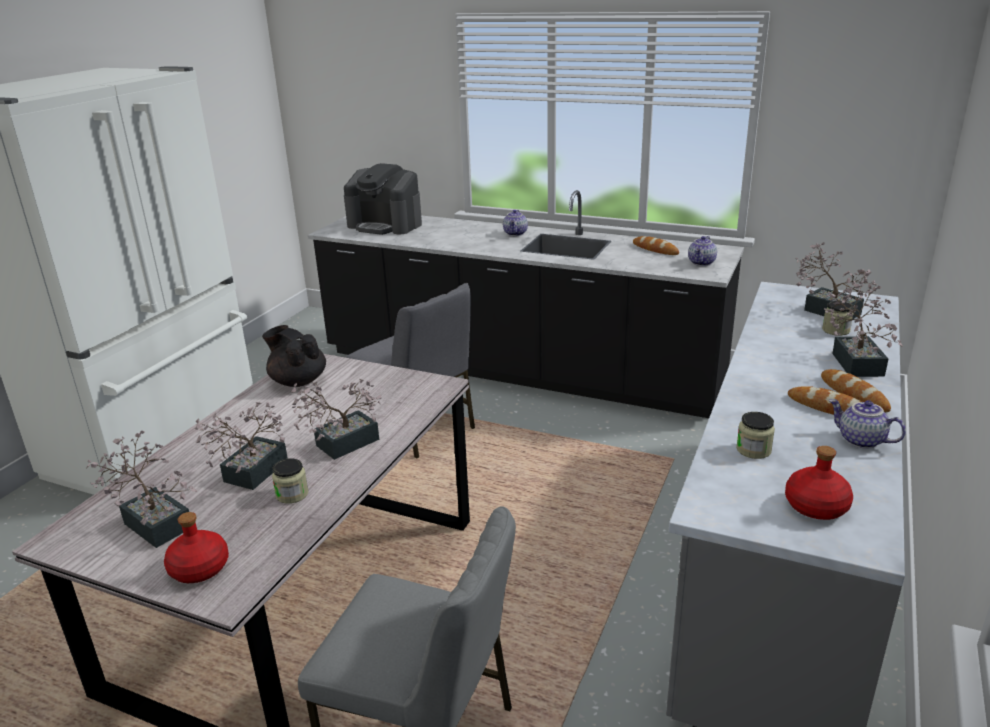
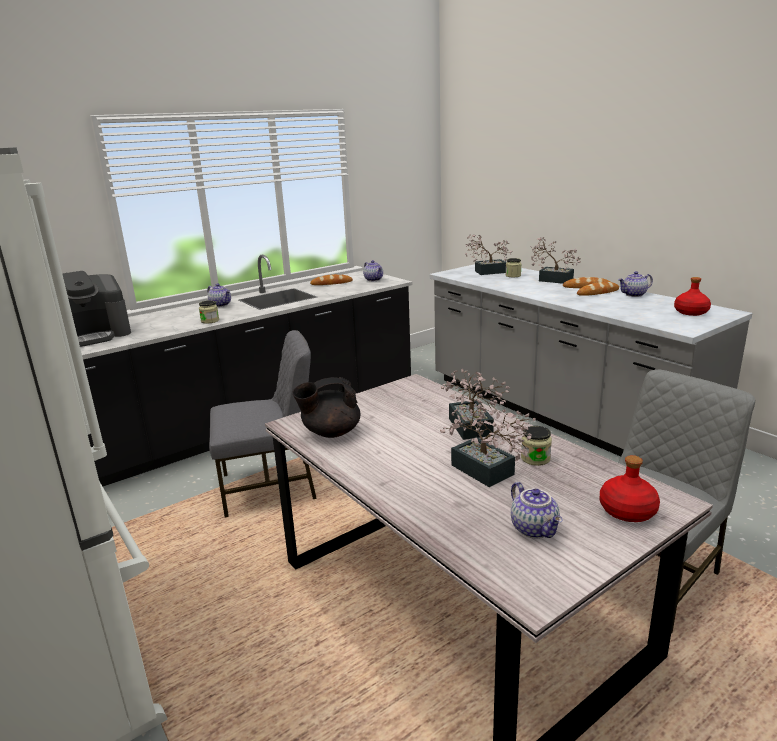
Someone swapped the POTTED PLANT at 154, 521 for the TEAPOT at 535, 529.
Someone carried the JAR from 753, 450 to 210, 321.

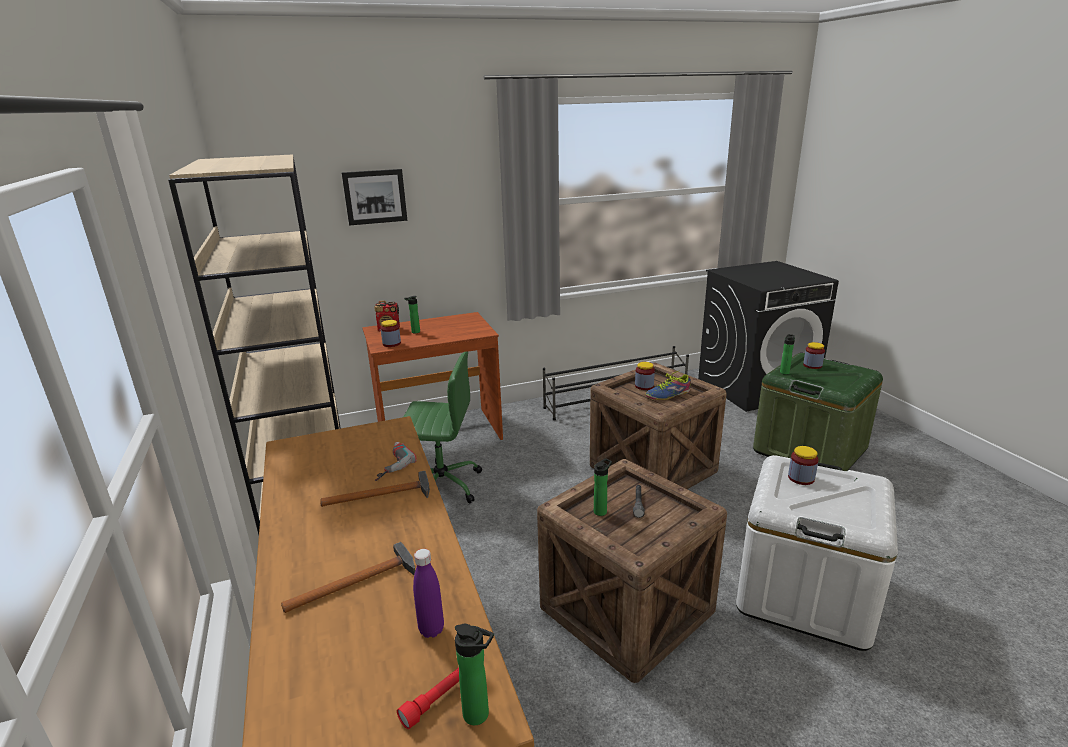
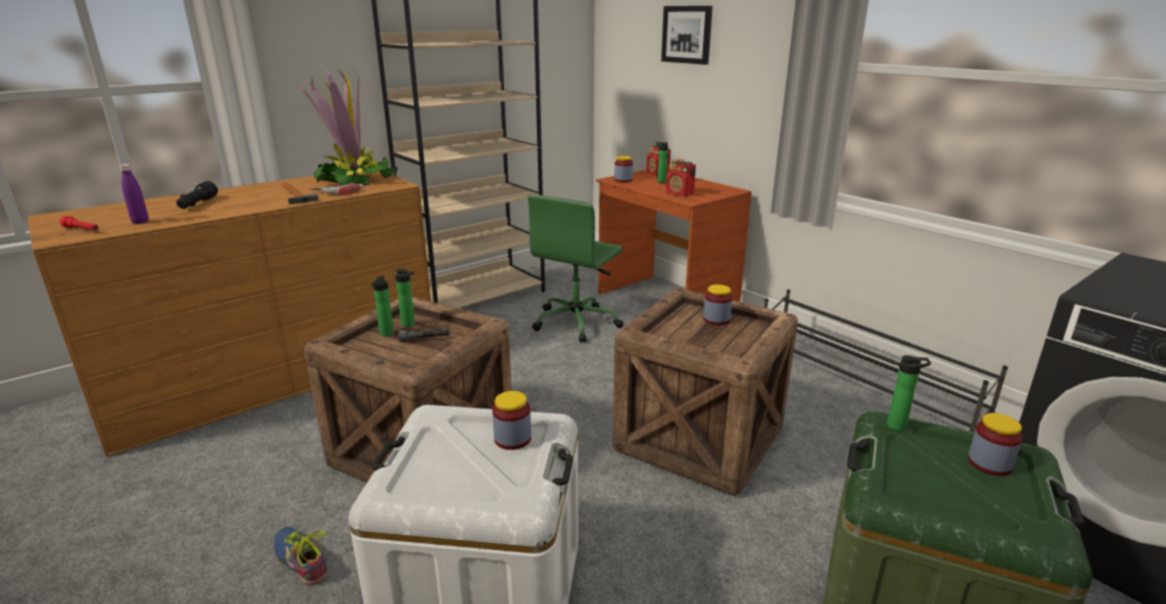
Someone swapped the HAMMER at 358, 582 for the BLACK FLASHLIGHT at 197, 204.
Someone rotated the GREEN OFFICE CHAIR at 440, 485 by 45 degrees clockwise.
Someone carried the BOTTLE from 479, 715 to 386, 334.
Someone carried the SHOE from 668, 394 to 300, 560.
Someone put down the POTTED PLANT at 354, 179.
Someone put down the RADIO at 680, 193.

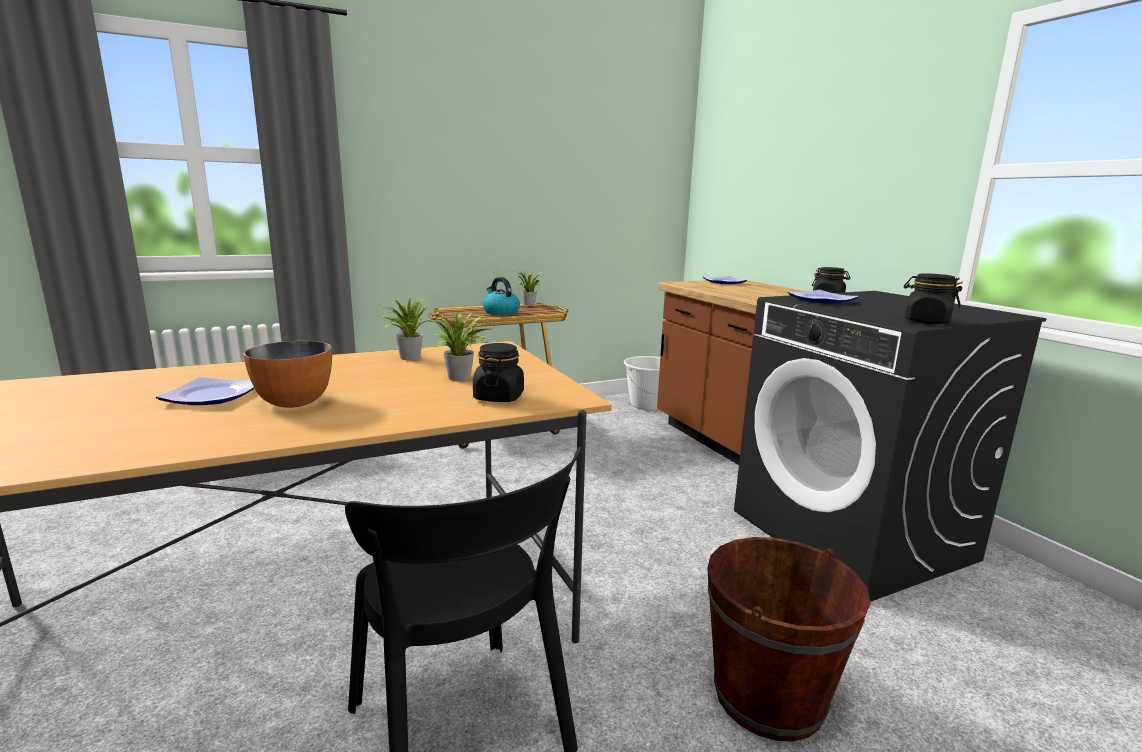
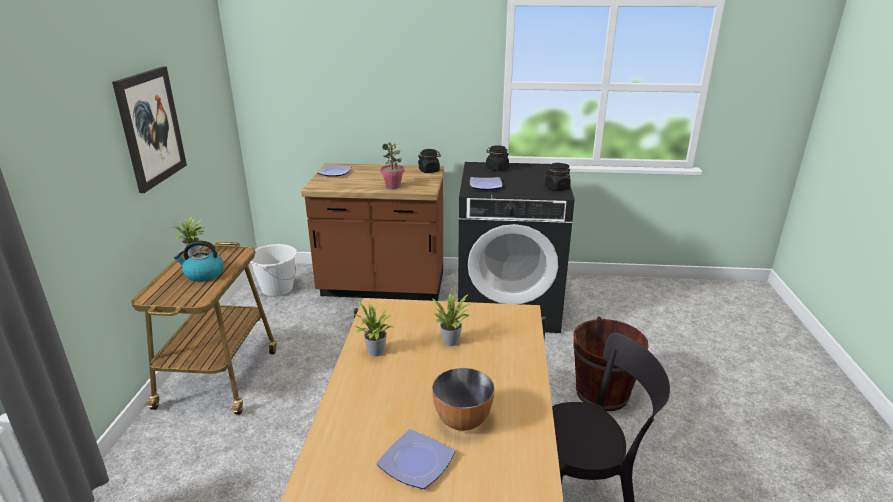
Someone carried the BLACK JAR from 499, 397 to 497, 168.
Someone put up the PICTURE at 151, 128.
Someone put down the POTTED PLANT at 393, 186.

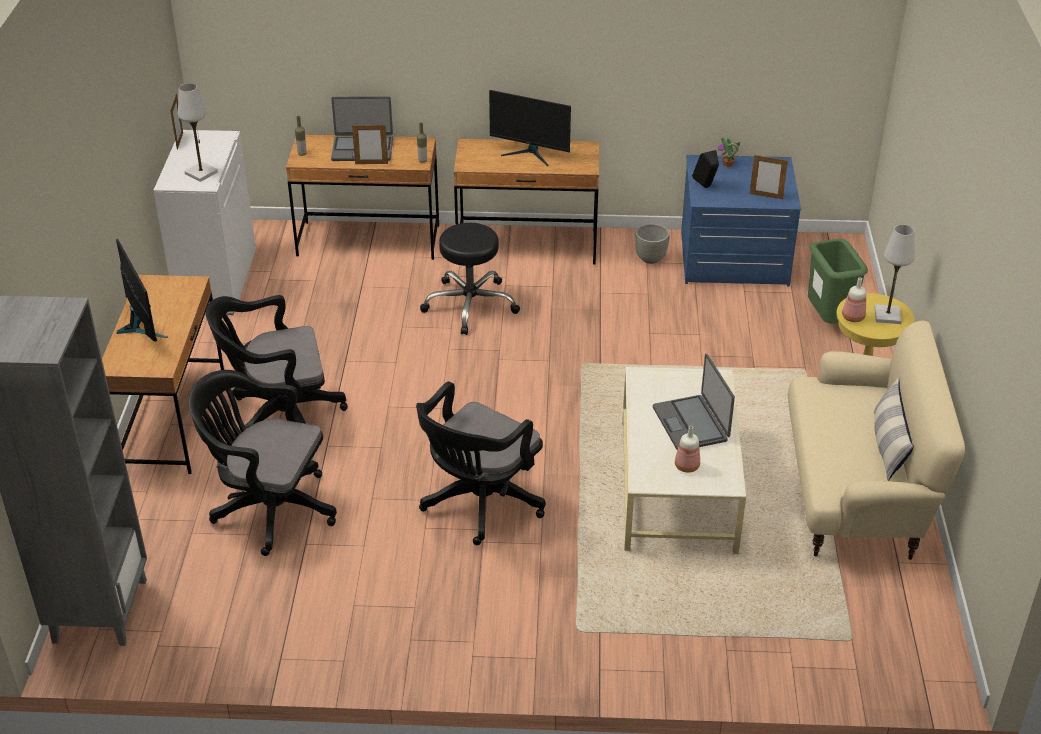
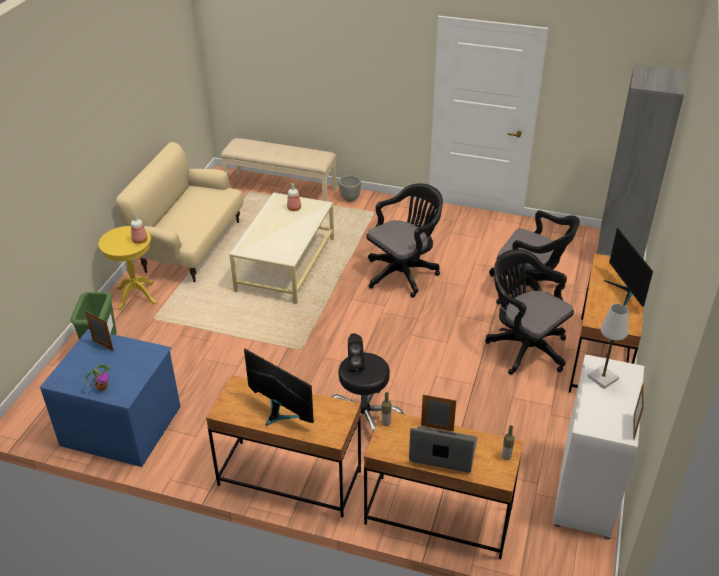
Someone rotated the BLACK OFFICE CHAIR at 280, 417 by 135 degrees counterclockwise.
Someone carried the GREY PLANTER from 651, 259 to 349, 198.
Someone took away the LAPTOP at 691, 424.
Someone carried the BLACK SPEAKER from 706, 187 to 355, 365.
Someone took away the PILLOW at 888, 446.
Someone took away the WHITE TABLE LAMP at 887, 316.
Someone put down the BEIGE BENCH at 281, 188.

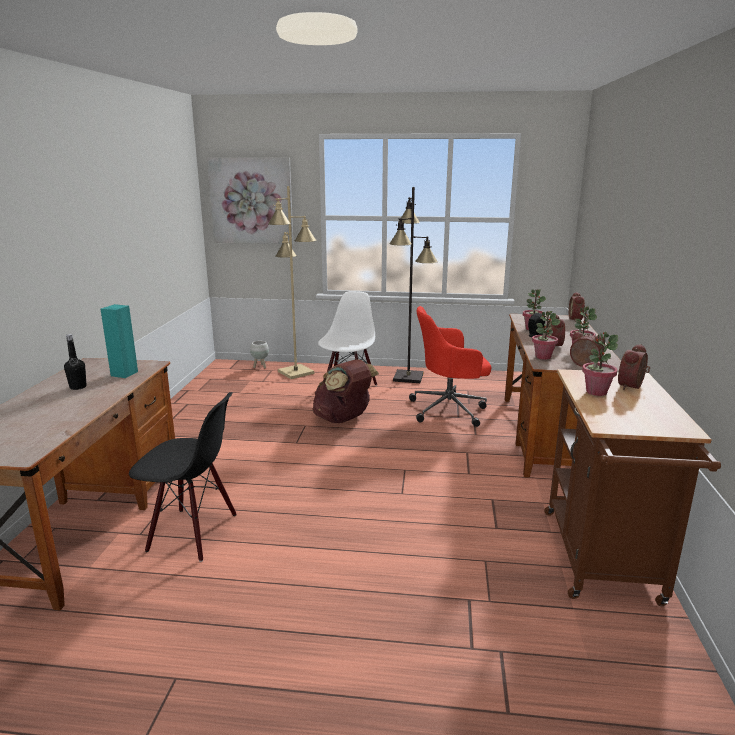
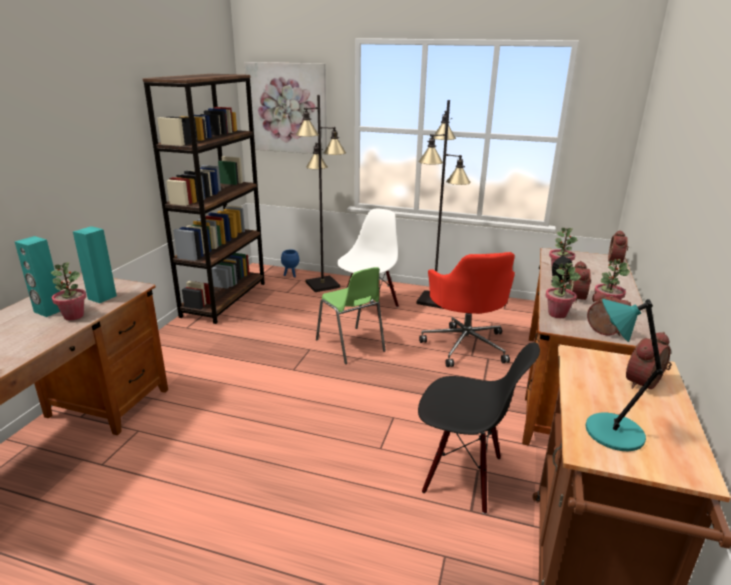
Someone swapped the BLACK BOTTLE at 78, 387 for the TURQUOISE SPEAKER at 48, 311.
Someone carried the BLACK CHAIR from 192, 533 to 462, 475.
Someone repainted the WHITE PLANTER at 260, 367, which became the BLUE PLANTER at 290, 275.
Someone repainted the BEIGE FLOOR LAMP at 295, 372, which became the BLACK FLOOR LAMP at 322, 285.
Someone swapped the BROWN BACKPACK at 343, 419 for the GREEN CHAIR at 350, 345.
Someone rotated the RED OFFICE CHAIR at 449, 409 by 105 degrees counterclockwise.
Someone carried the POTTED PLANT from 596, 392 to 74, 316.
Someone put down the BROWN BOOKCASE at 224, 299.
Someone put down the TURQUOISE TABLE LAMP at 610, 432.

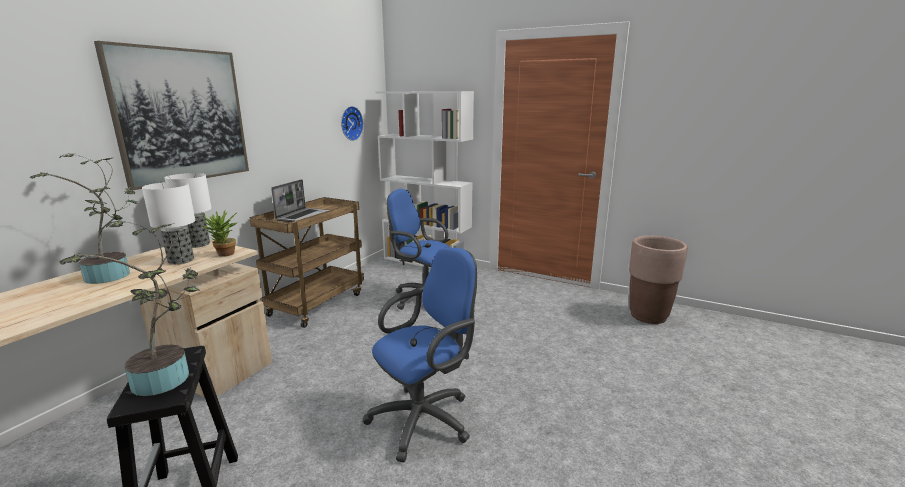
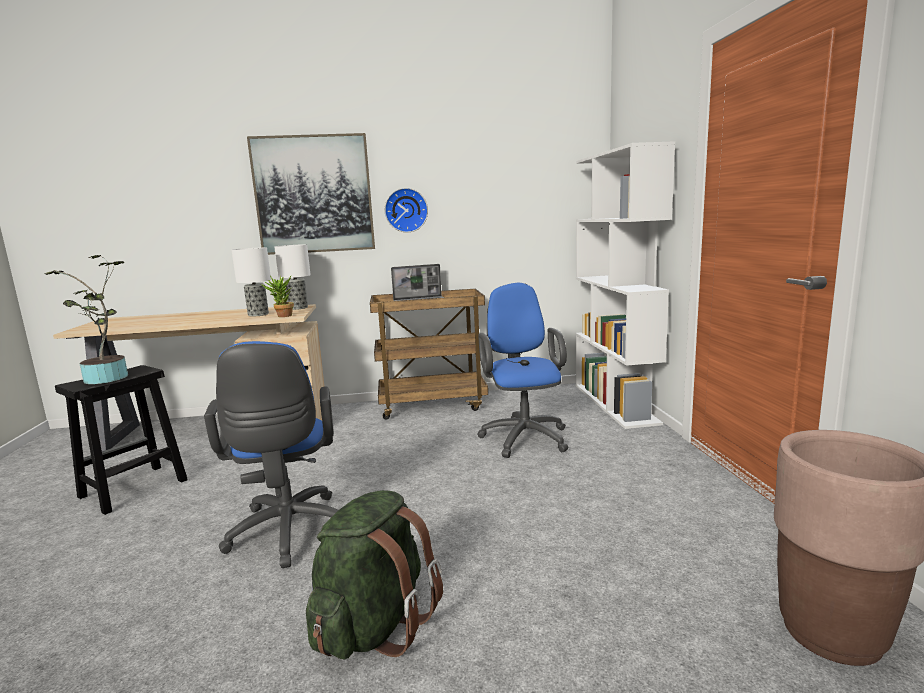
Someone took away the POTTED PLANT at 113, 275.
Someone carried the WALL CLOCK from 350, 123 to 406, 210.
Someone rotated the BLUE OFFICE CHAIR at 426, 418 by 60 degrees clockwise.
Someone put down the GREEN BACKPACK at 375, 625.

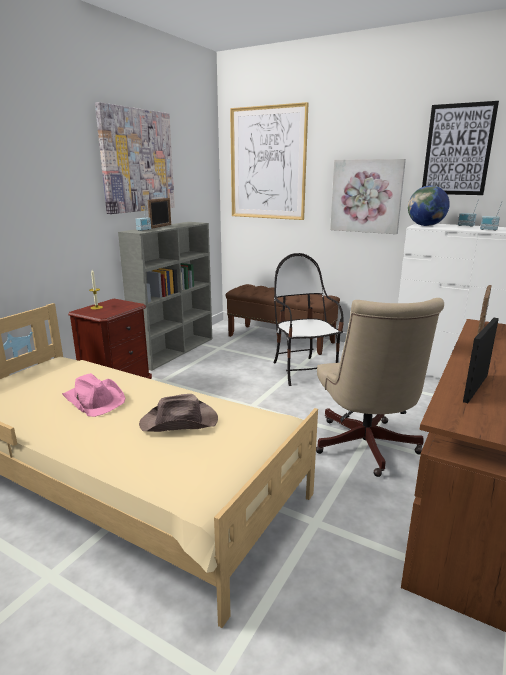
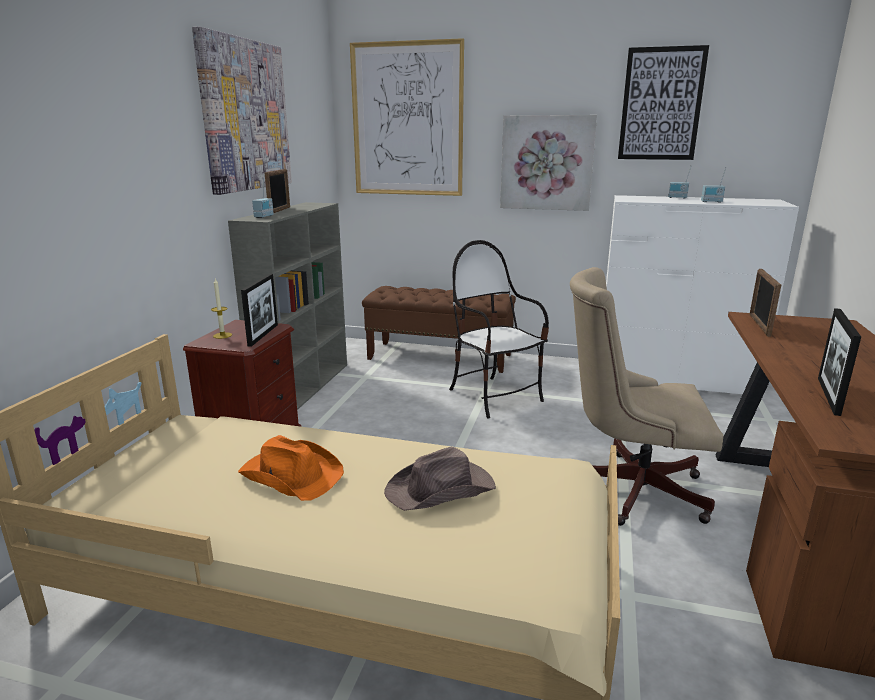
Someone repainted the PINK HAT at 94, 400, which became the ORANGE HAT at 291, 474.
Someone rotated the BEIGE OFFICE CHAIR at 365, 449 by 120 degrees clockwise.
Someone took away the GLOBE at 425, 225.
Someone put down the PICTURE FRAME at 263, 335.

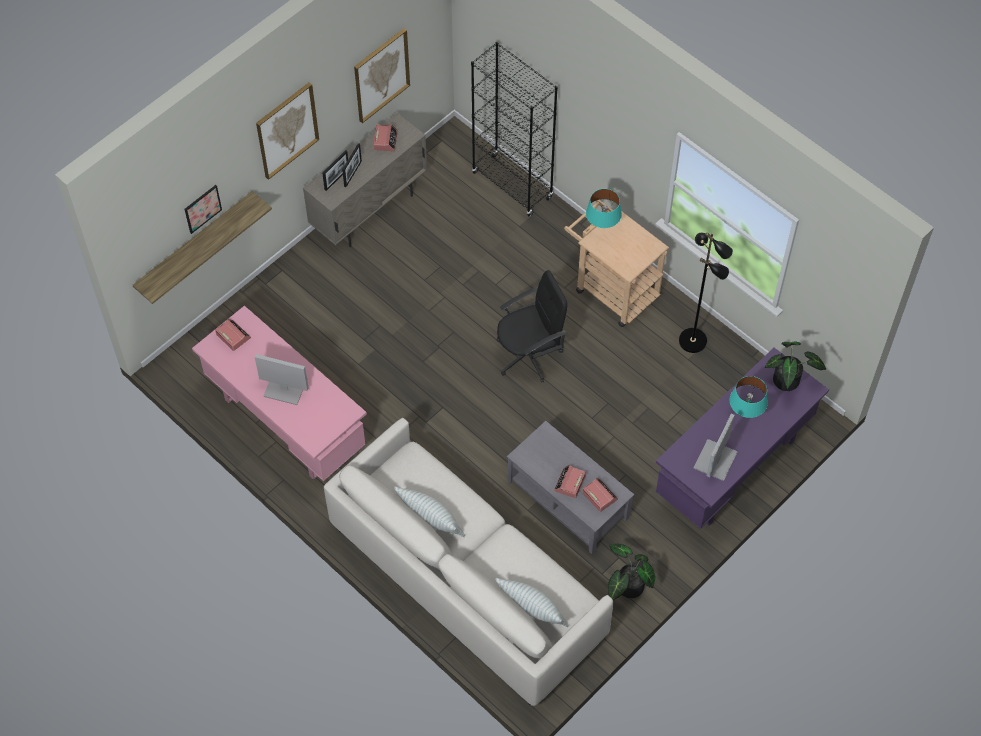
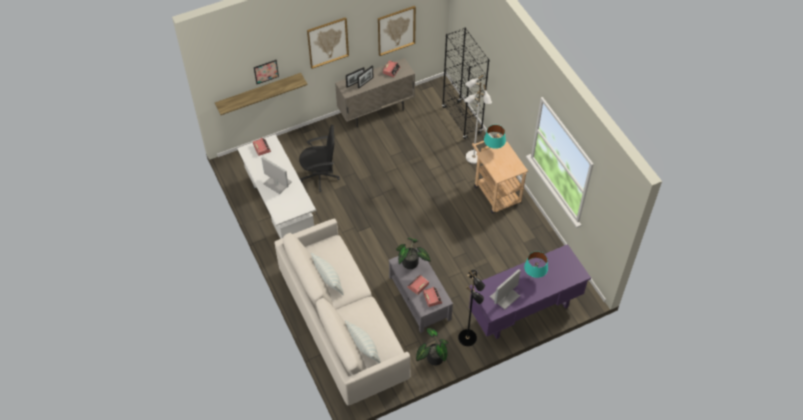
Someone repainted the PINK DESK at 285, 424, which became the WHITE DESK at 280, 209.
Someone carried the BLACK OFFICE CHAIR from 529, 354 to 320, 176.
Someone carried the BLACK FLOOR LAMP from 693, 340 to 468, 338.
Someone carried the POTTED PLANT from 789, 382 to 411, 264.
Someone put down the WHITE FLOOR LAMP at 473, 157.

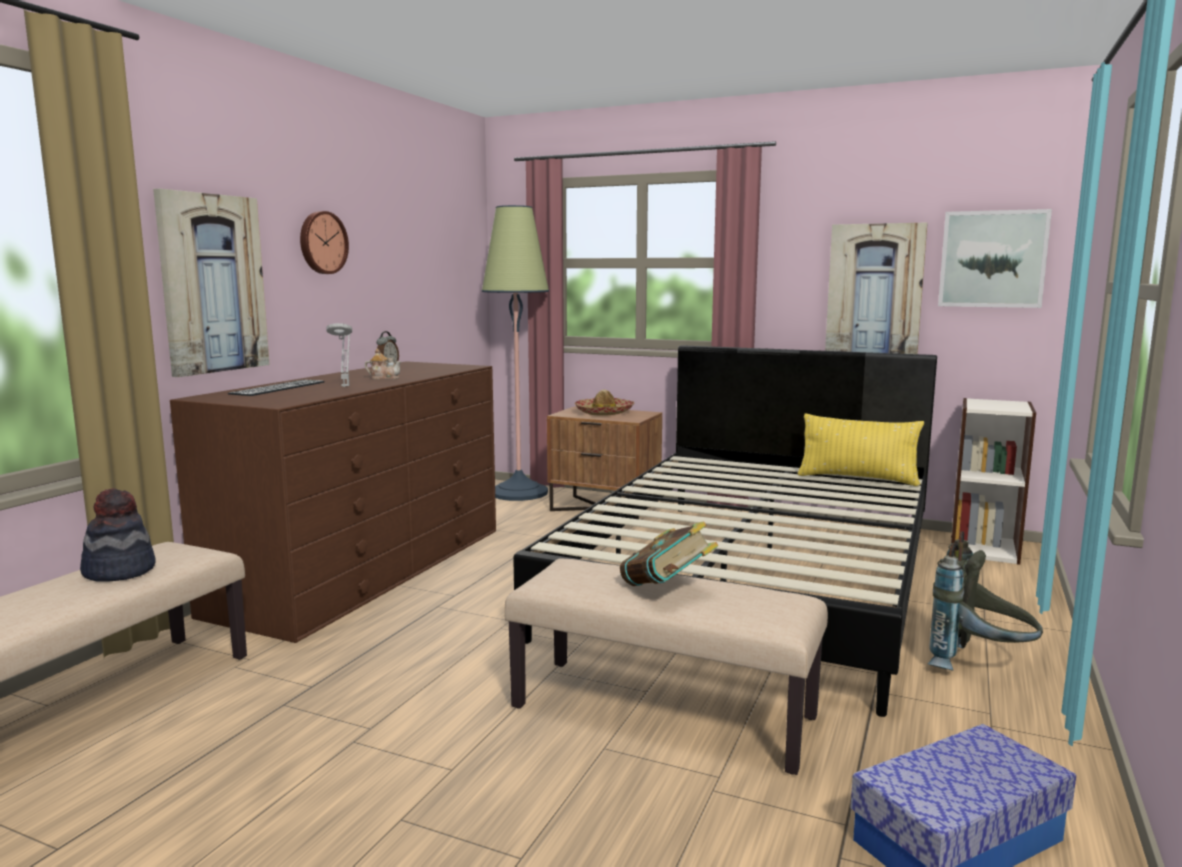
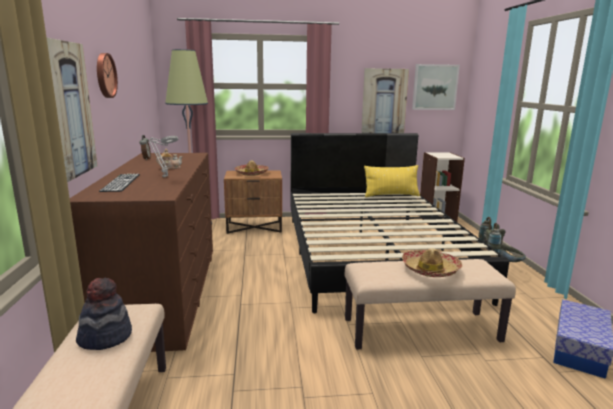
Someone swapped the BOOK at 666, 590 for the HAT at 430, 270.

